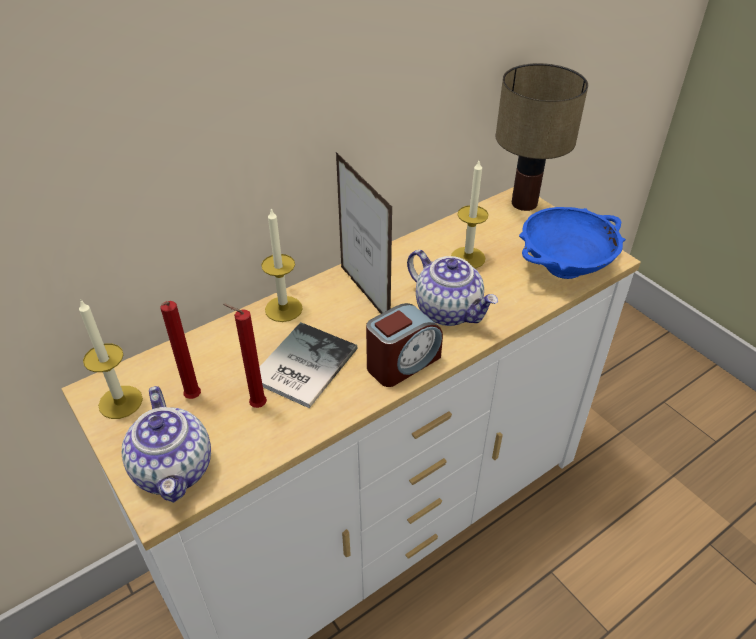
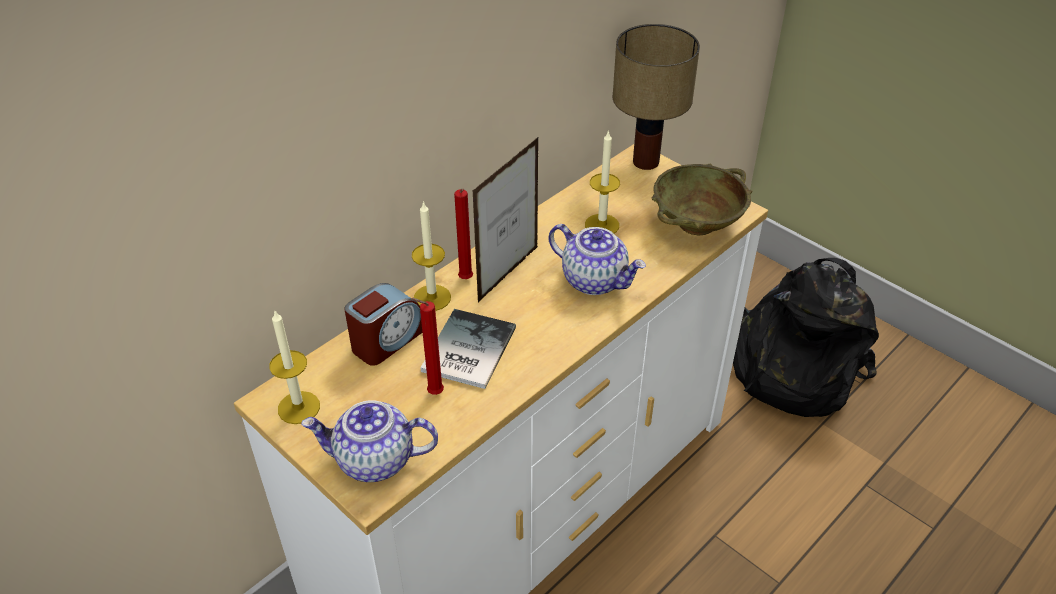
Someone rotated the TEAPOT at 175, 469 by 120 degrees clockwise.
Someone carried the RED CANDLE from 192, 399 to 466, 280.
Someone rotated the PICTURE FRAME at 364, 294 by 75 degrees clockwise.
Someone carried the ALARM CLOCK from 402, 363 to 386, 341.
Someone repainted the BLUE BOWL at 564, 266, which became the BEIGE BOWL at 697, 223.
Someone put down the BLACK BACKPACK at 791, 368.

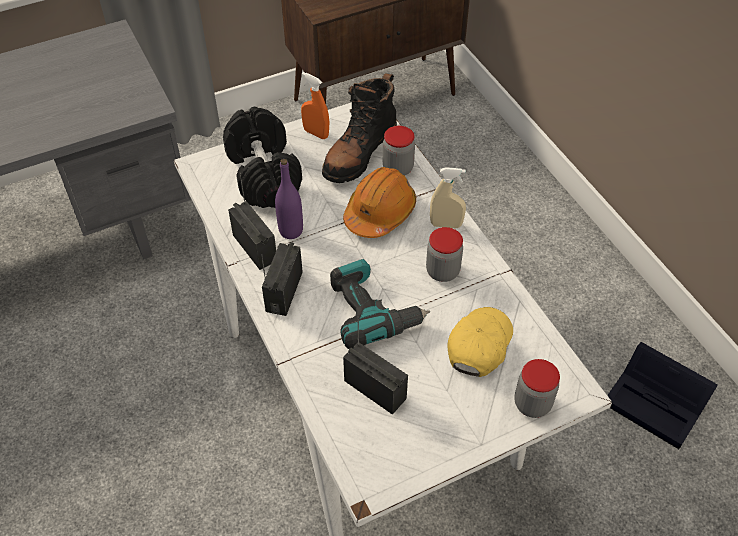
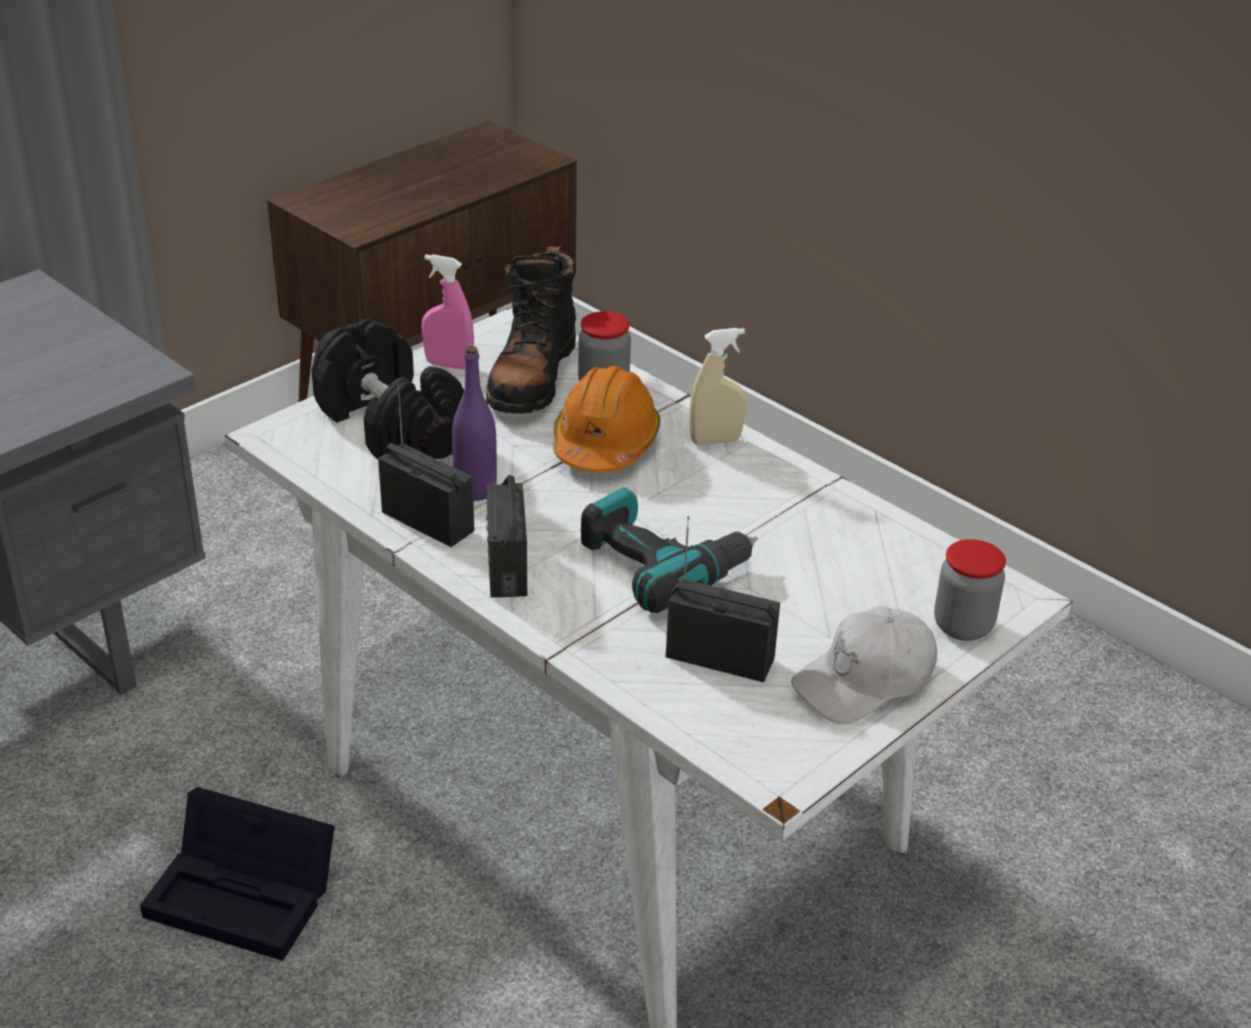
Someone repainted the ORANGE SPRAY BOTTLE at 316, 133, which became the PINK SPRAY BOTTLE at 449, 365.
Someone took away the JAR at 442, 271.
Someone took away the YELLOW CAP at 479, 345.
Someone carried the BLACK STORAGE BOX from 657, 404 to 247, 894.
Someone put down the WHITE CAP at 865, 681.

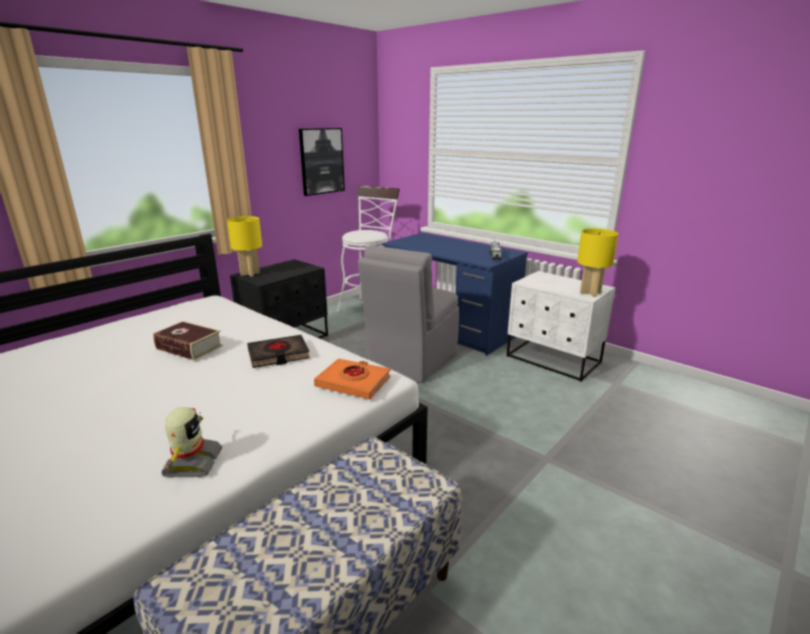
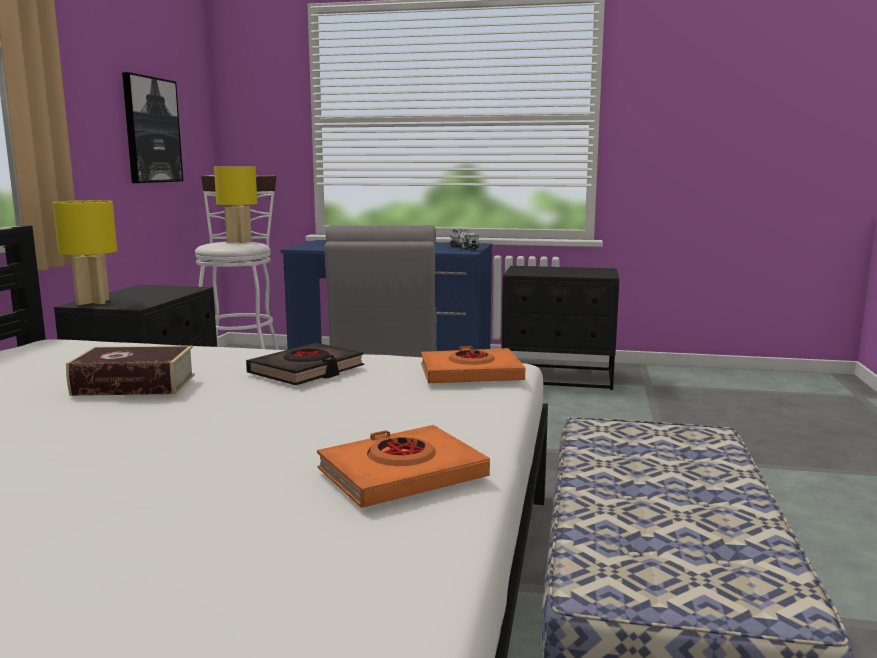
Someone swapped the TOY ROBOT at 191, 463 for the ORANGE BOOK at 402, 475.
Someone repainted the WHITE NIGHTSTAND at 553, 360, which became the BLACK NIGHTSTAND at 558, 378.
Someone carried the YELLOW TABLE LAMP from 590, 293 to 239, 241.

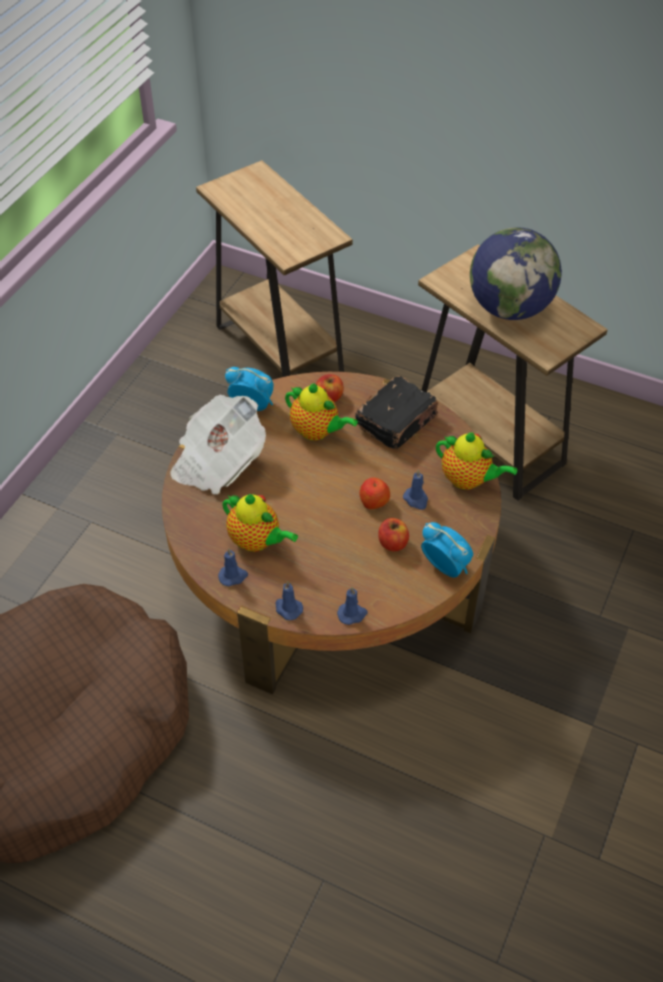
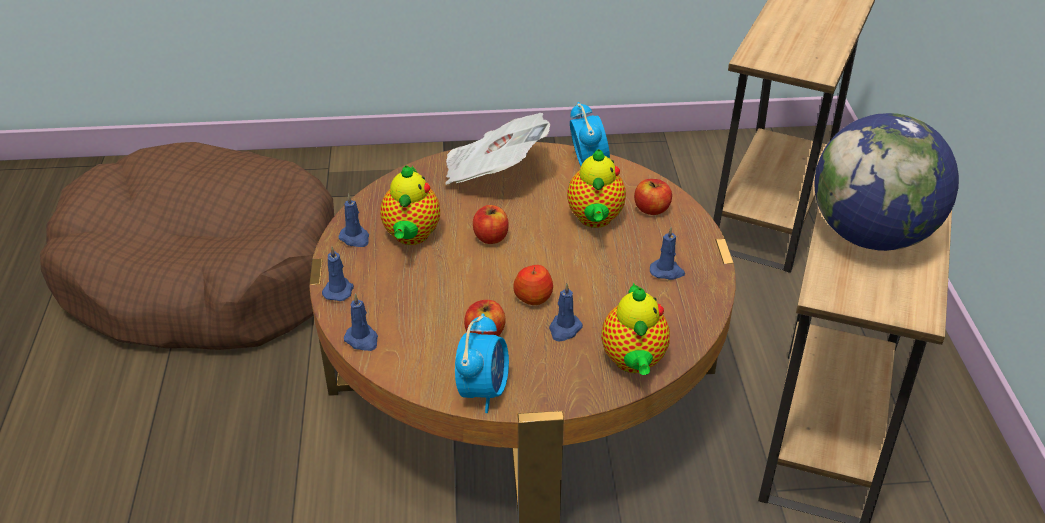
Someone swapped the BLACK BOOK at 397, 422 for the BLUE CANDLE at 667, 271.
Someone put down the APPLE at 490, 237.

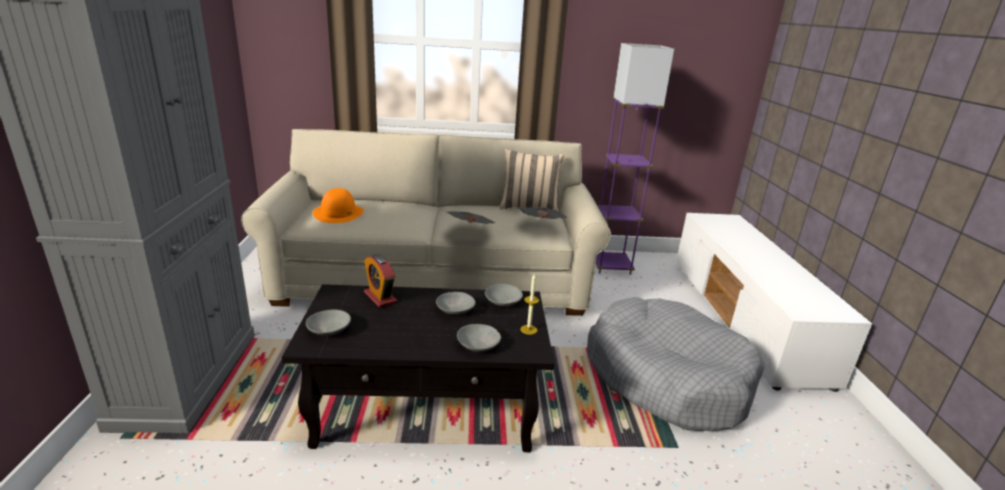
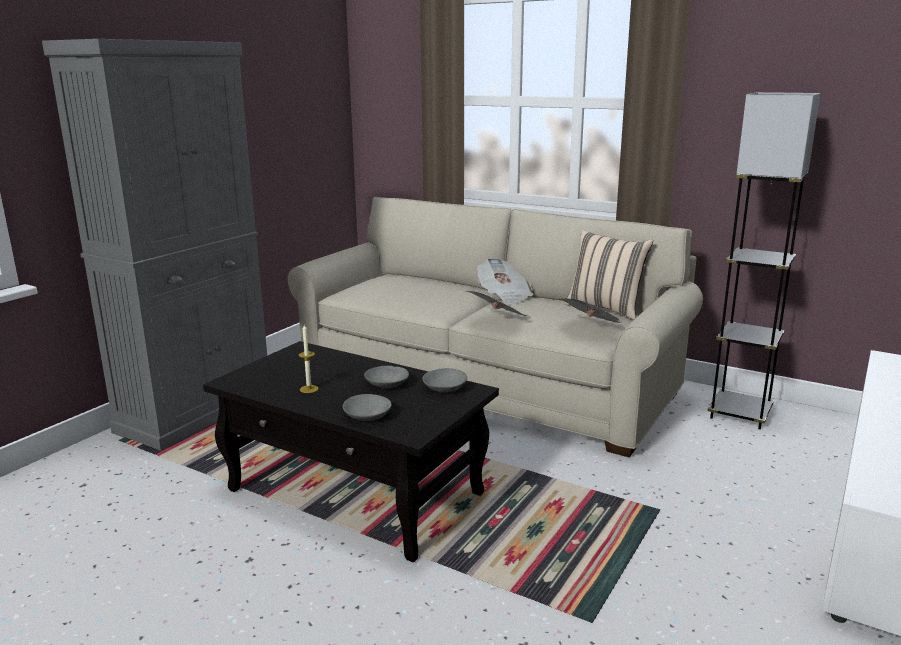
Someone took away the GREY BOWL at 328, 329.
Someone took away the ORANGE HAT at 338, 213.
Someone took away the ALARM CLOCK at 380, 297.
Someone carried the CANDLE from 528, 329 to 309, 389.
Someone took away the GREY DOG BED at 666, 377.
Someone repainted the PURPLE FLOOR LAMP at 611, 266, which became the GREY FLOOR LAMP at 739, 414.
Someone put down the NEWSPAPER at 504, 296.

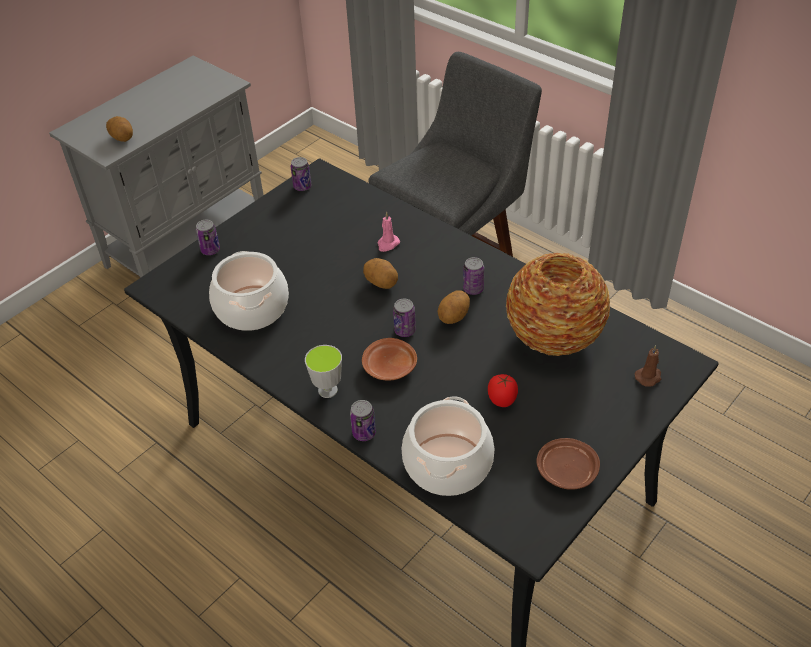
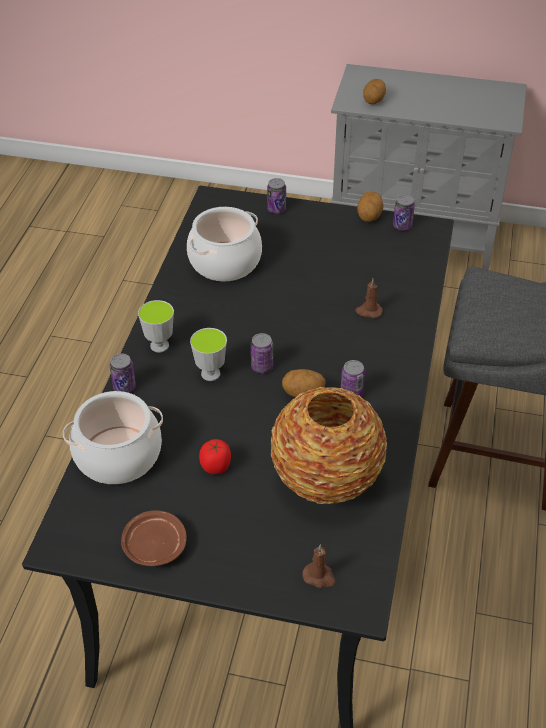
Someone swapped the BROWN PLATE at 390, 367 for the CUP at 210, 374.
Someone carried the POTATO from 381, 283 to 369, 216.
Someone repainted the PINK CANDLE at 387, 244, which became the BROWN CANDLE at 368, 311.

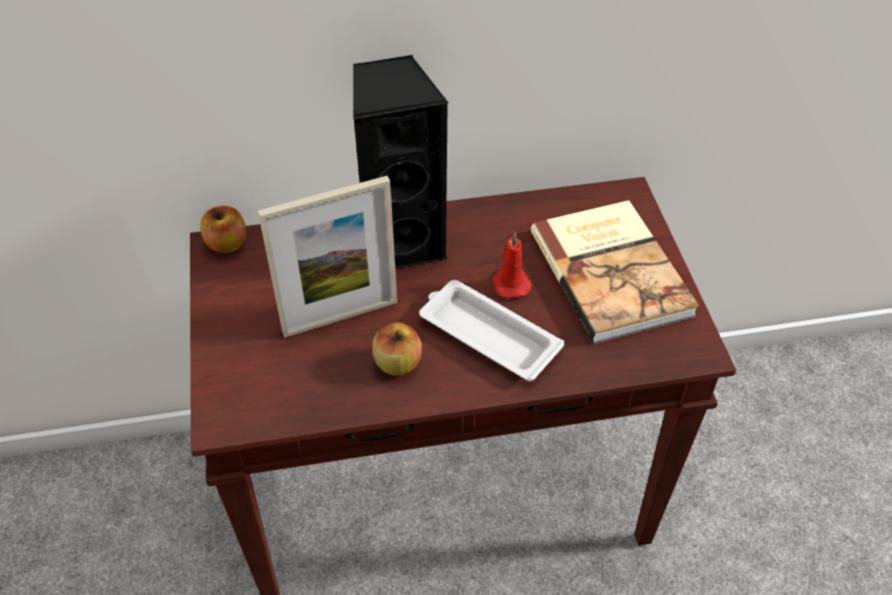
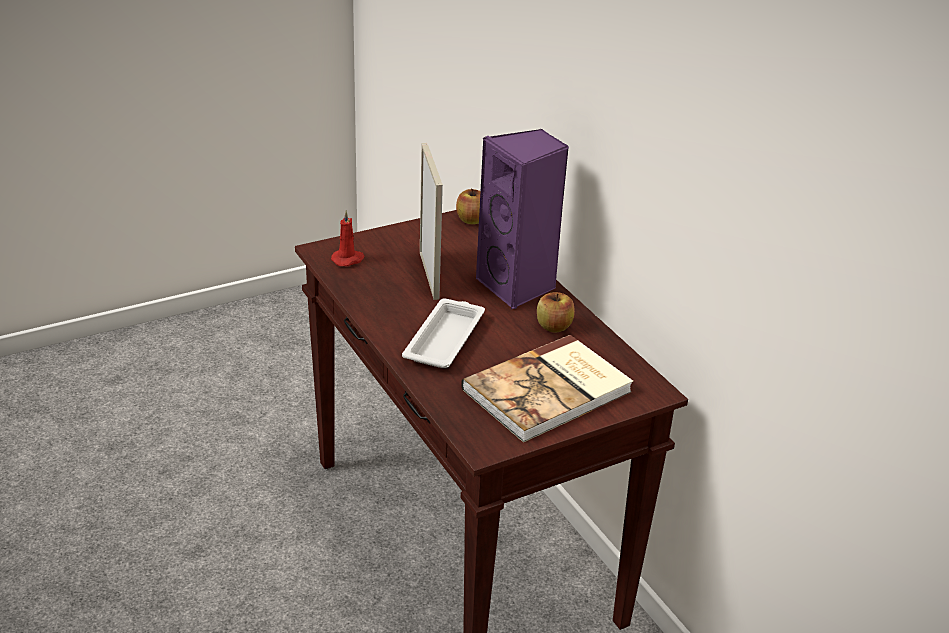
Someone rotated the PICTURE FRAME at 340, 317 by 150 degrees counterclockwise.
Someone repainted the BLACK SPEAKER at 401, 242, which became the PURPLE SPEAKER at 518, 287.
Someone carried the APPLE from 397, 363 to 554, 326.
Someone carried the RED CANDLE from 510, 283 to 348, 259.

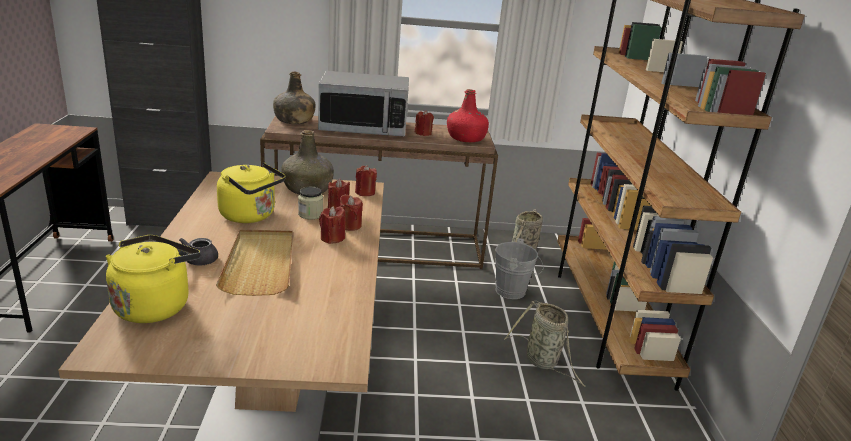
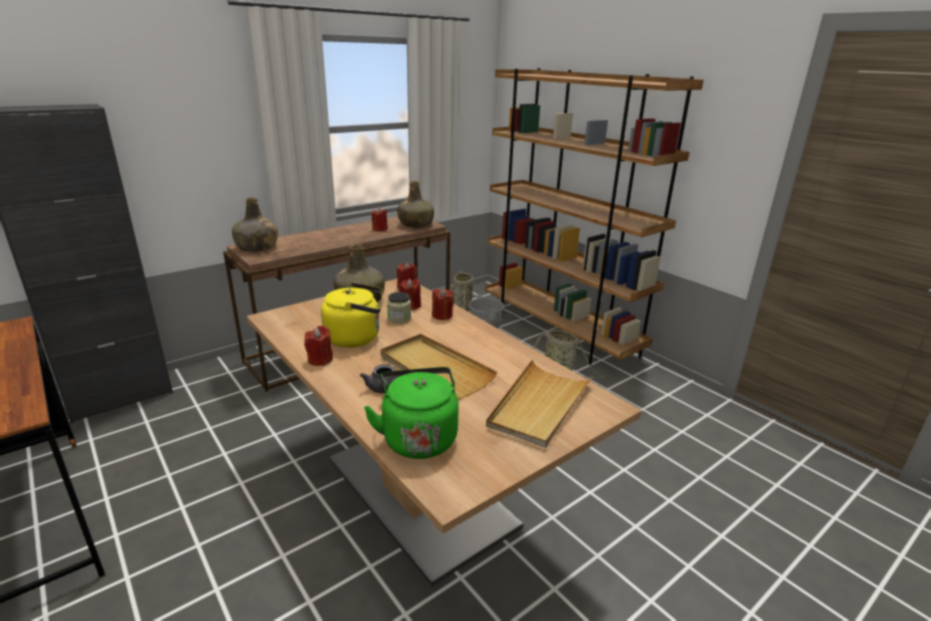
Someone repainted the YELLOW KETTLE at 155, 305, which became the GREEN KETTLE at 418, 437.
Someone took away the MICROWAVE at 363, 128.
Someone carried the RED CANDLE from 332, 238 to 320, 360.
Someone repainted the RED BOTTLE at 466, 138, which became the GREEN BOTTLE at 416, 224.
Someone put down the BEIGE TRAY at 539, 405.

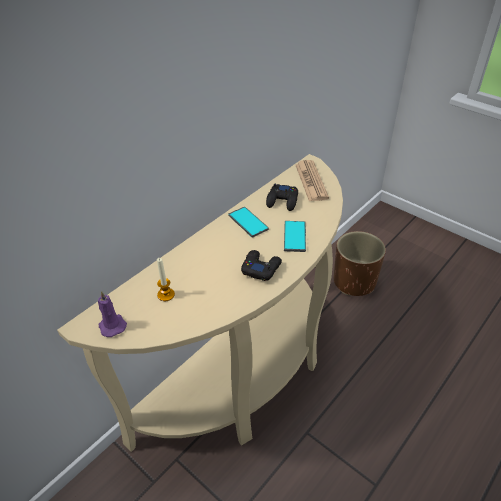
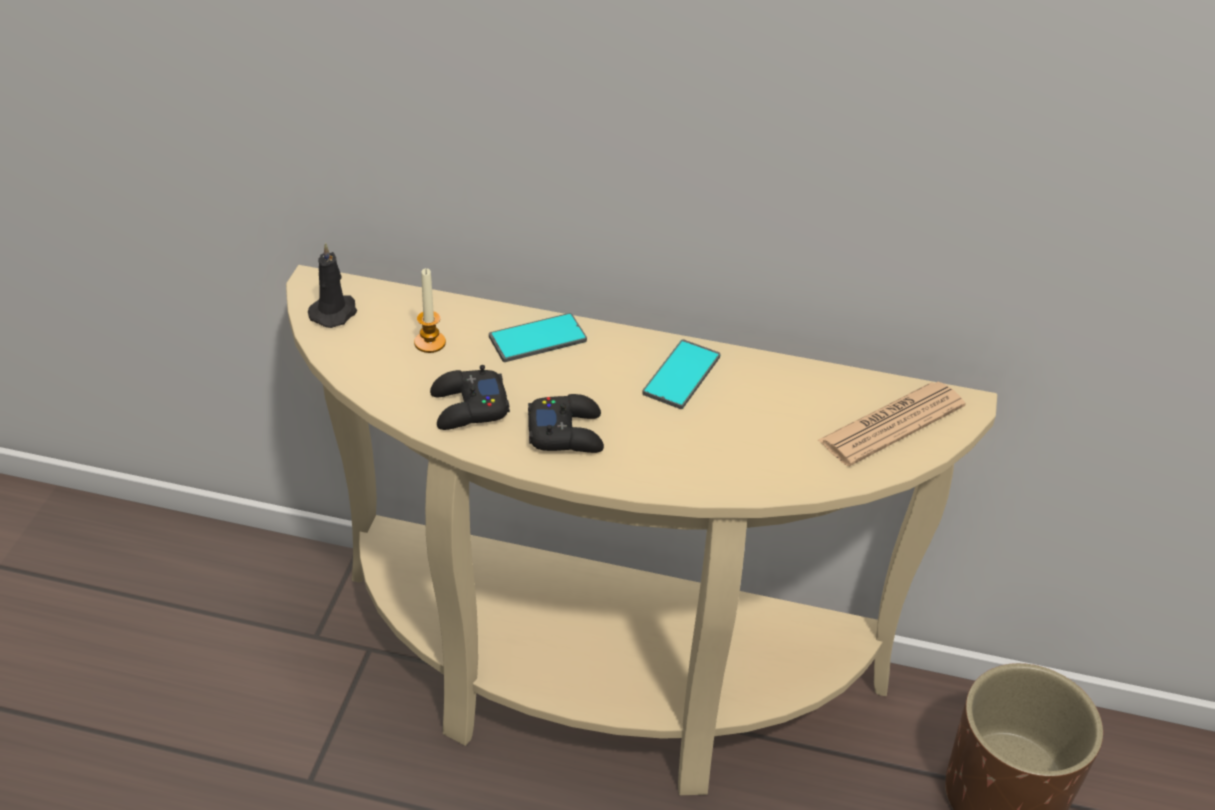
Someone repainted the PURPLE CANDLE at 112, 325, which became the BLACK CANDLE at 334, 312.
Someone carried the BLACK GAME CONTROLLER from 282, 201 to 468, 408.
Someone carried the PHONE from 295, 236 to 537, 339.

